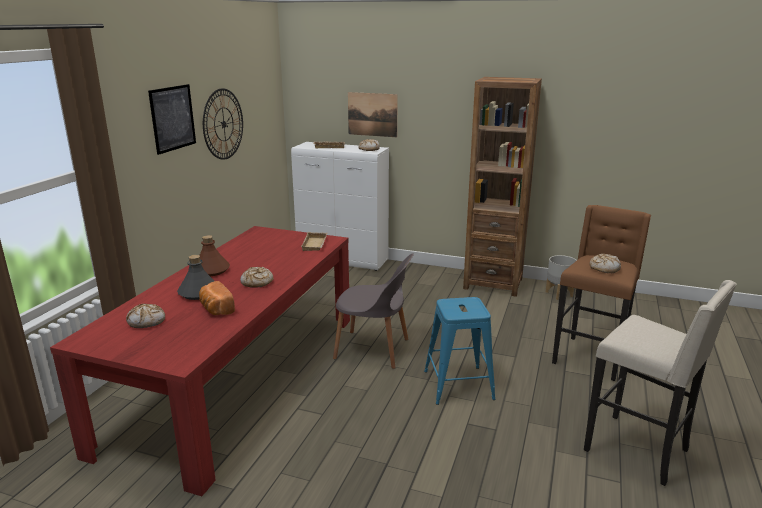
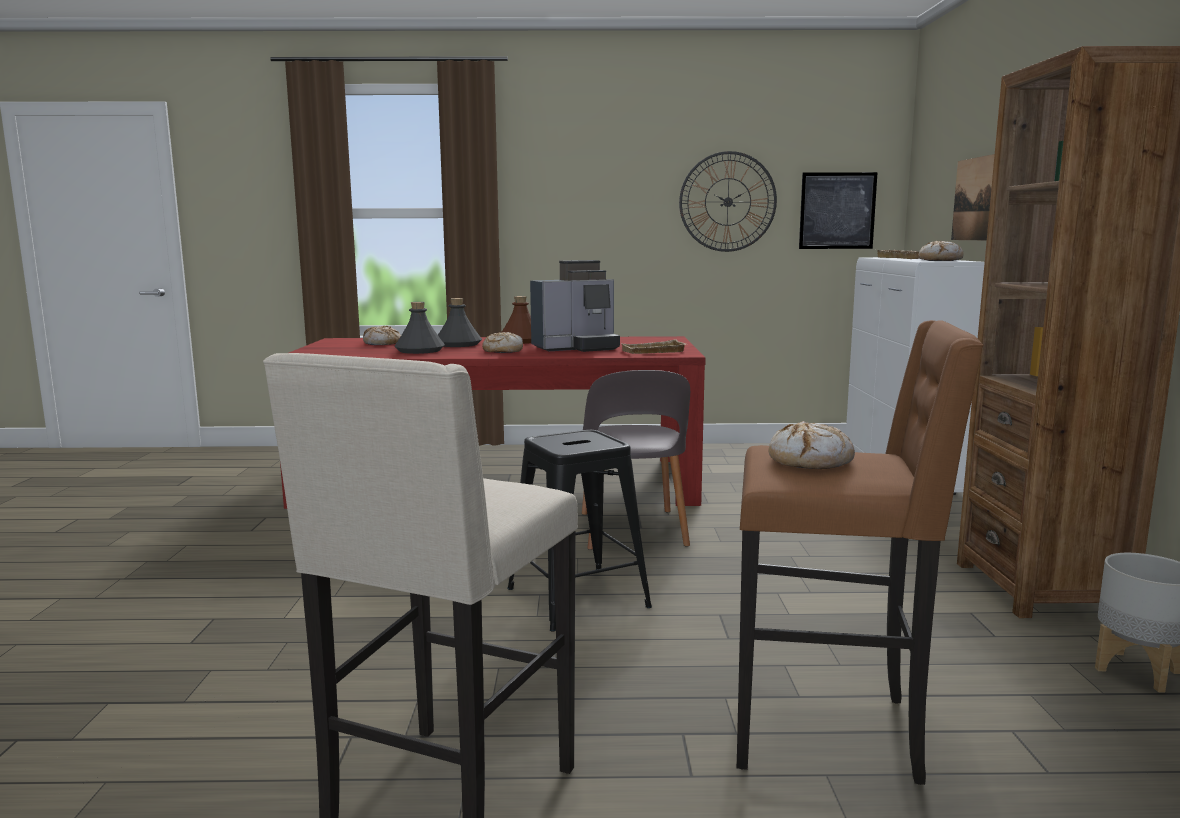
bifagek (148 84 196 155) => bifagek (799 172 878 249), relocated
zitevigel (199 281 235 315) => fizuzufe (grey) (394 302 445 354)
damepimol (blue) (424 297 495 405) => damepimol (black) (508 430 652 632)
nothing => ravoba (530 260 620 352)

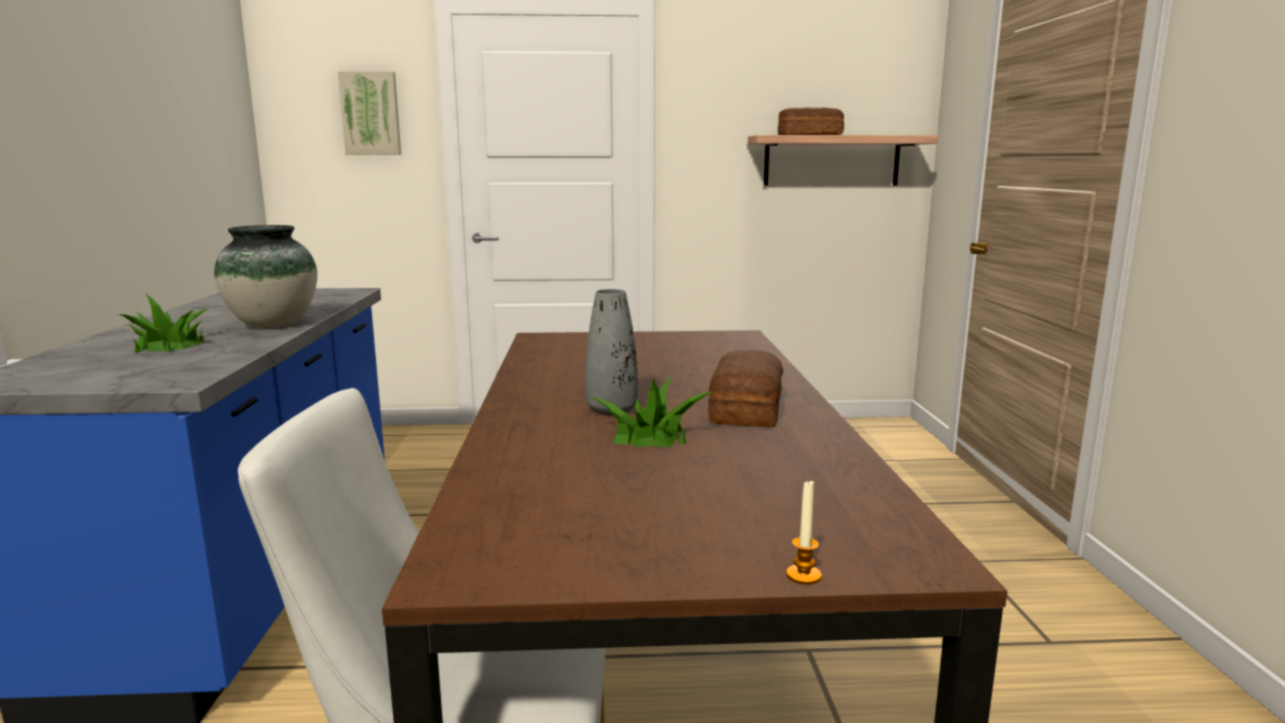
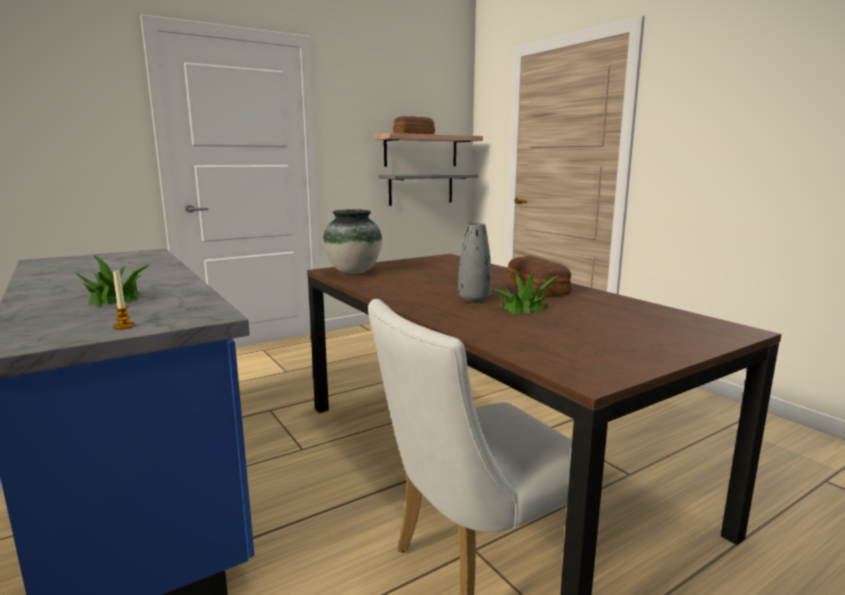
bifagek (338 71 401 155) => nothing
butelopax (214 225 317 328) => butelopax (323 209 382 274), relocated
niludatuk (786 481 822 585) => niludatuk (113 270 135 330), relocated
nothing => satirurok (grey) (379 174 478 206)

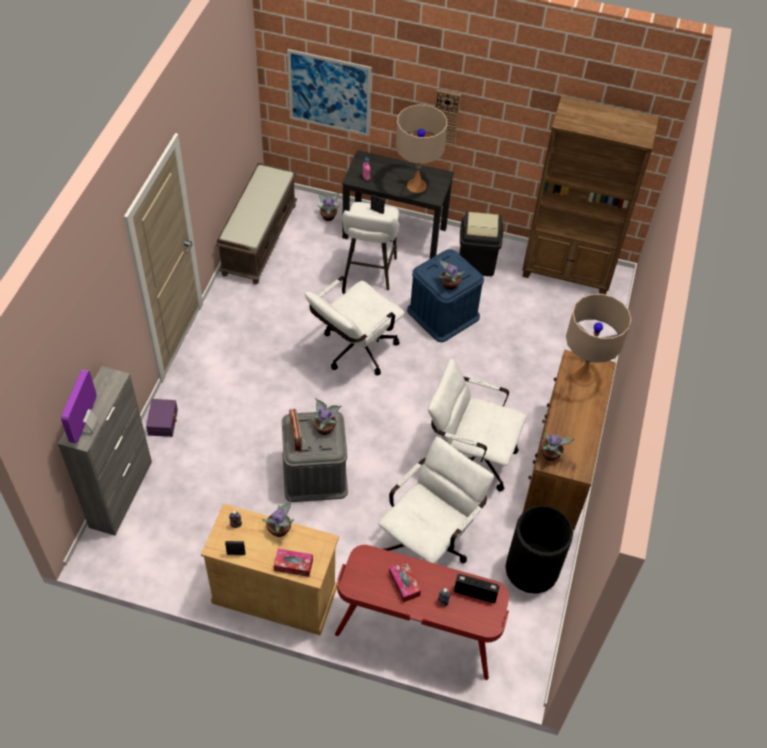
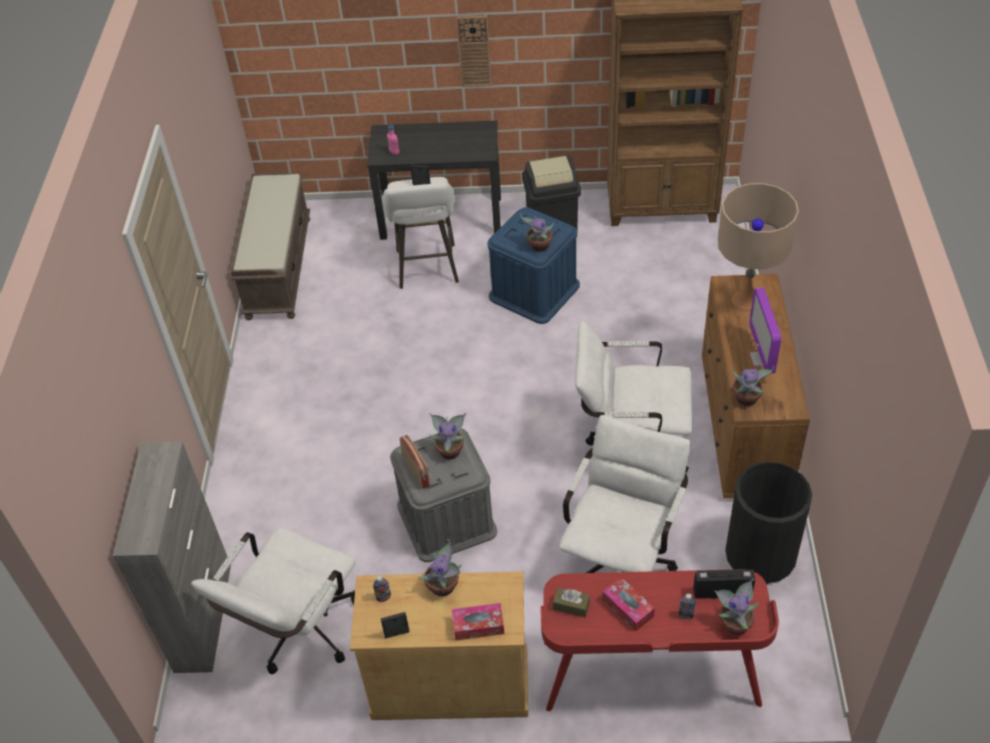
bifagek (287 49 372 136) => nothing
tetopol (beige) (396 104 447 193) => nothing
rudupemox (317 192 340 221) => rudupemox (714 579 759 635), relocated
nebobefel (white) (305 276 405 375) => nebobefel (white) (191 527 356 674), relocated
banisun (61 370 98 443) => banisun (749 287 781 373), relocated
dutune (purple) (146 399 178 437) => nothing
nothing => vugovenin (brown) (553 587 590 617)

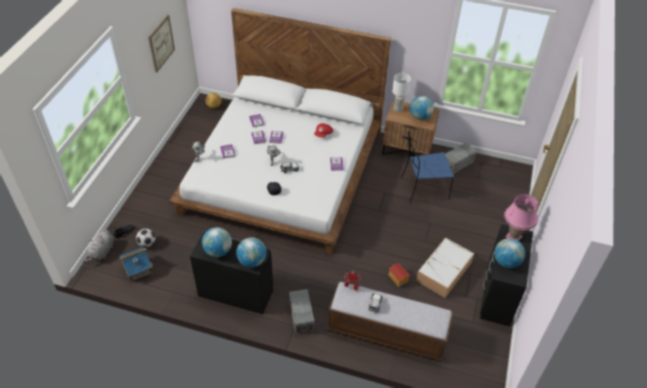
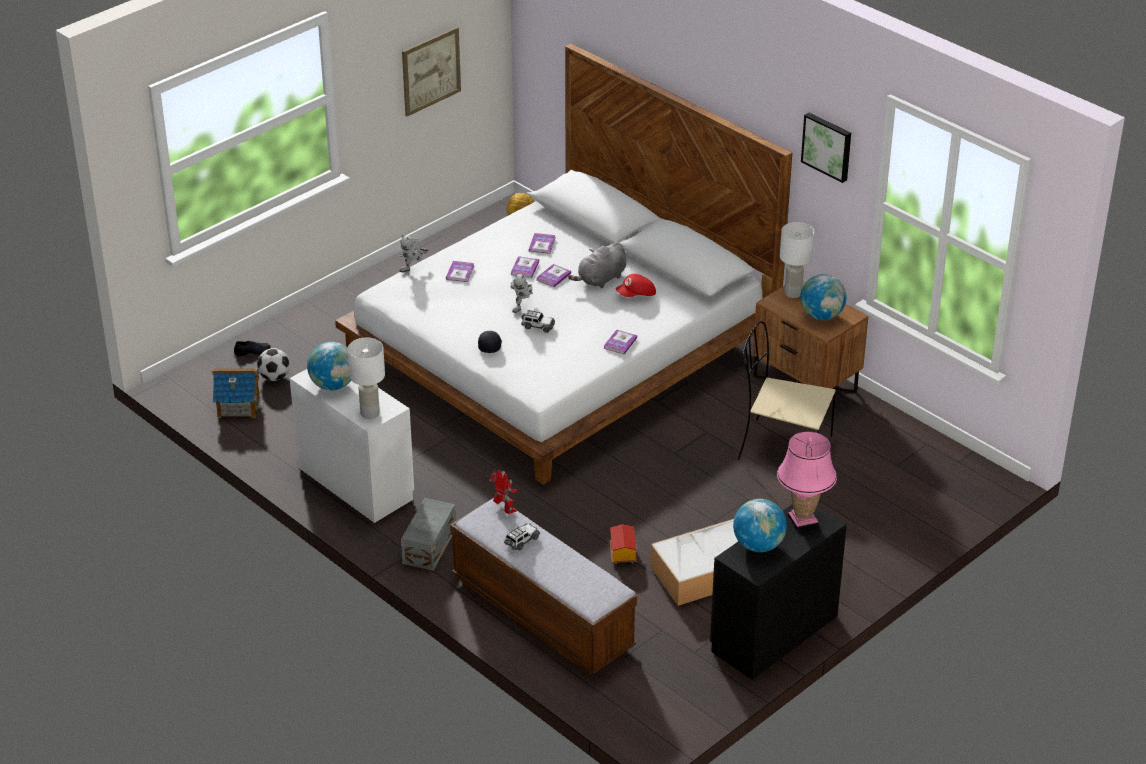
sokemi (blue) (402 131 454 202) => sokemi (beige) (738 321 835 460)
dutune (grey) (445 142 477 174) => nothing
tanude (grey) (83 229 114 263) => tanude (grey) (568 242 626 288), relocated
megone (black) (190 232 273 314) => megone (white) (290 369 414 523)
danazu (236 237 267 268) => tetopol (white) (348 338 385 419)
nothing => bifagek (801 113 851 183)

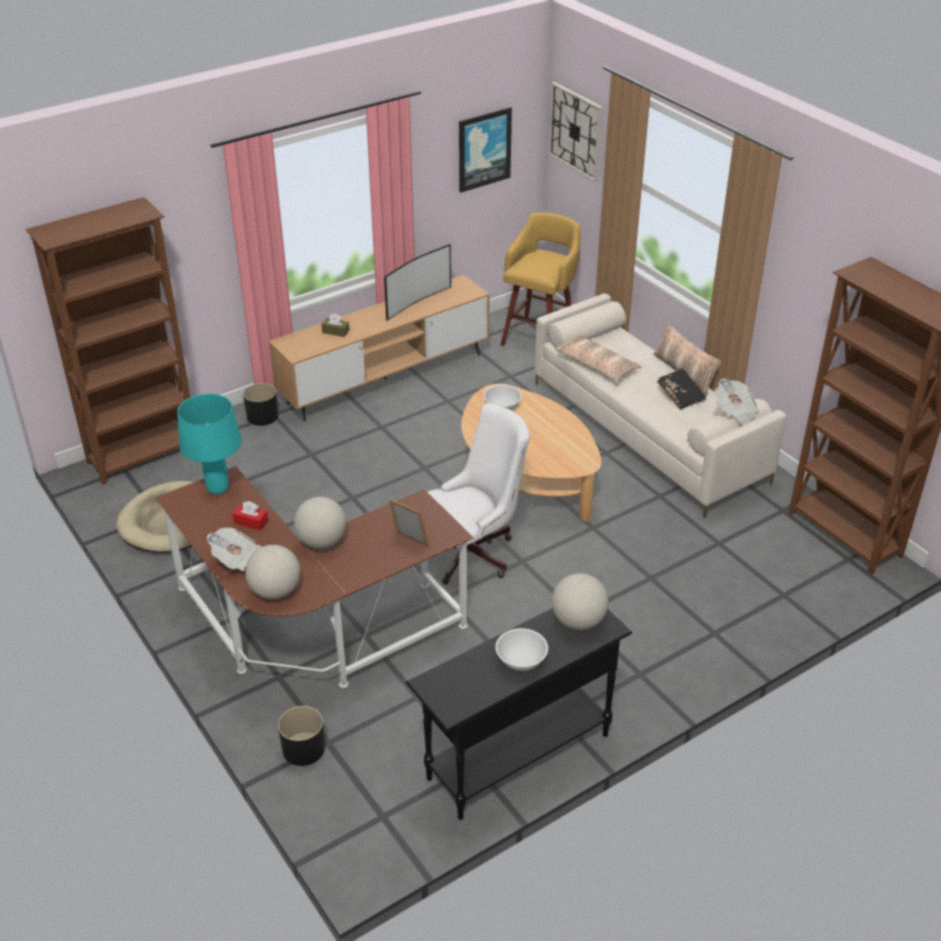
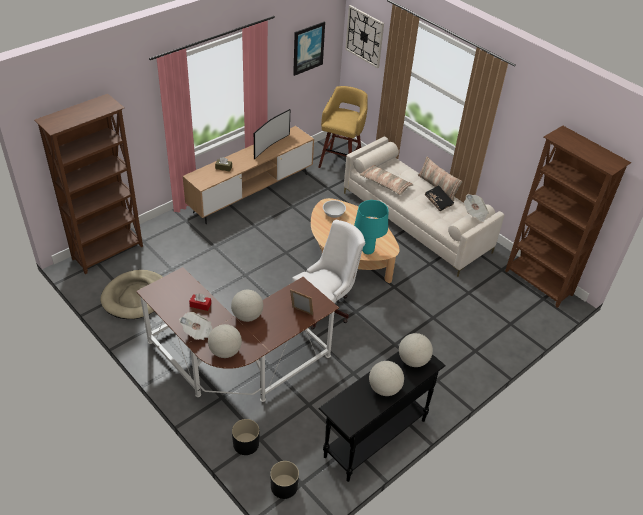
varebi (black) (243 383 278 426) => varebi (black) (270 461 299 499), relocated
tetopol (turquoise) (177 394 242 495) => tetopol (turquoise) (354 200 388 254), relocated
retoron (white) (495 628 548 671) => danazu (369 361 404 396)

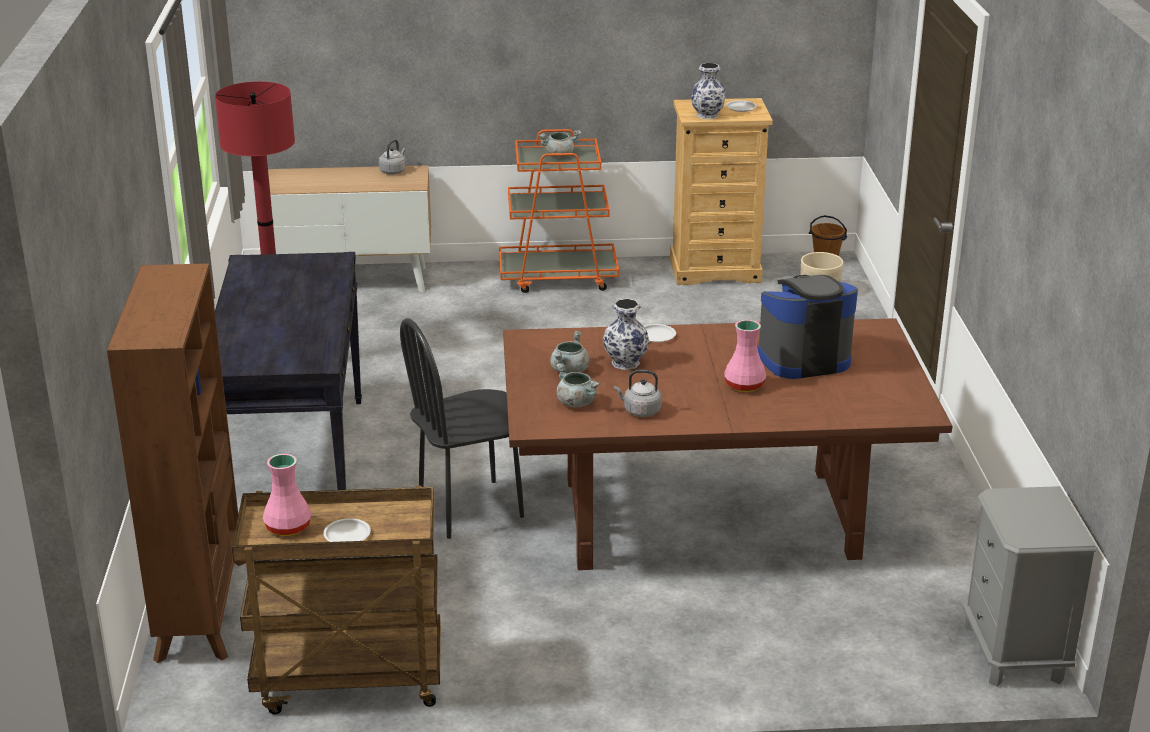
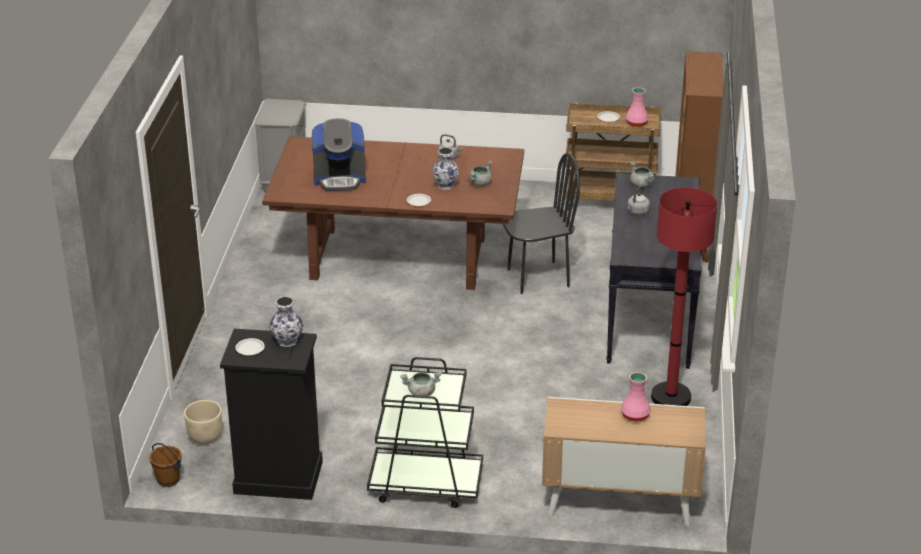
megone (beige) (670 98 773 285) => megone (black) (220 329 323 500)
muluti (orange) (499 129 619 293) => muluti (black) (367 357 483 508)
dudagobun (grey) (379 139 406 174) => dudagobun (grey) (627 186 650 215), relocated
butelopax (pink) (724 320 766 392) => butelopax (pink) (621 372 651 422), relocated
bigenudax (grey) (556 363 600 407) => bigenudax (grey) (630 162 654 187), relocated

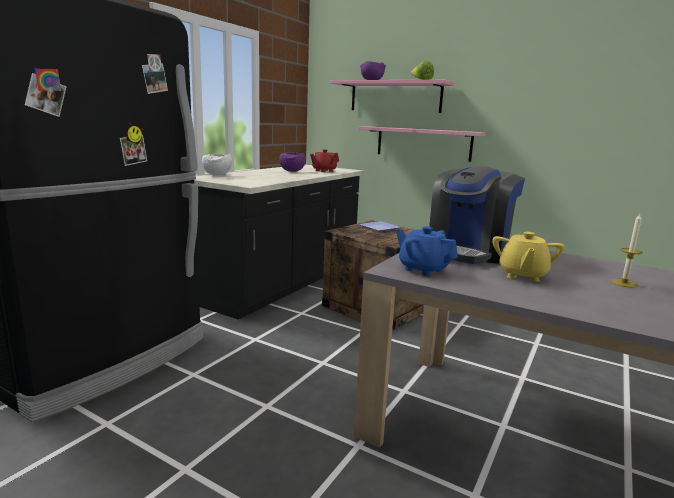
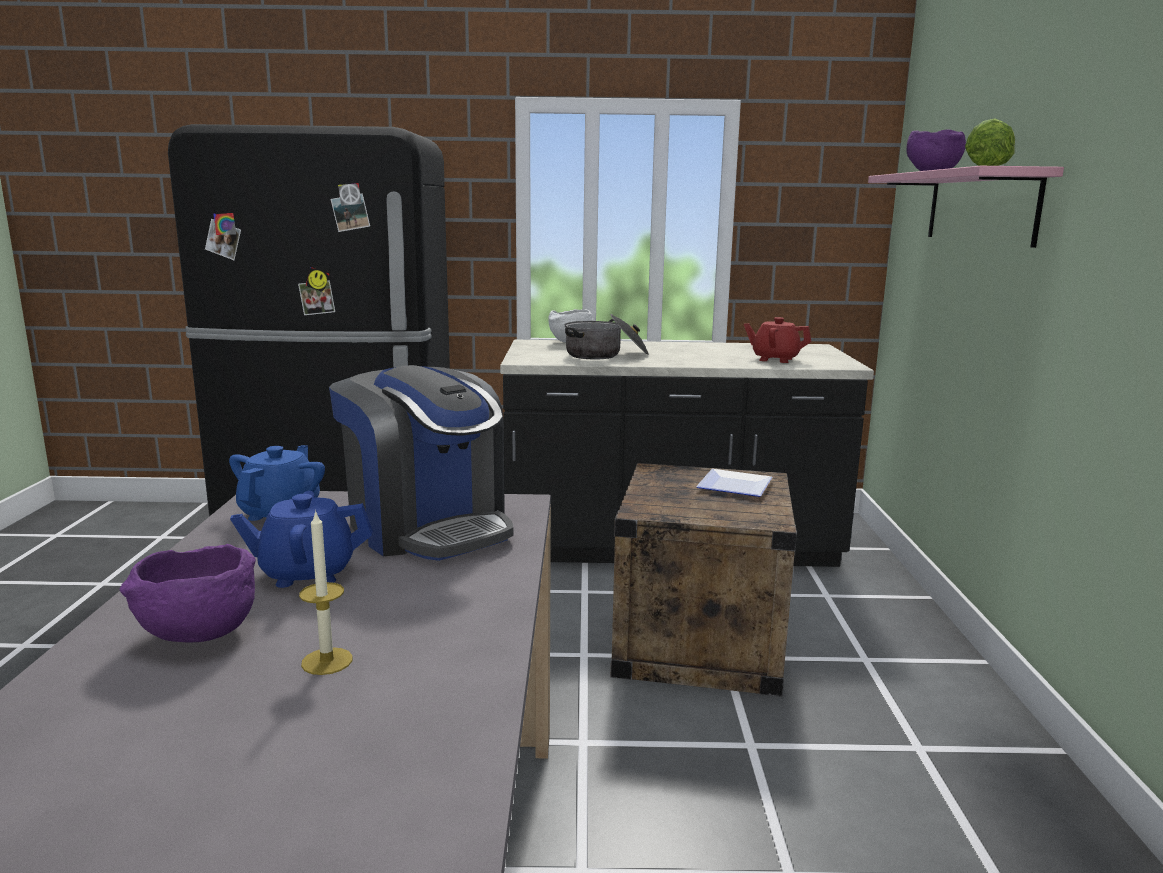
satirurok (pink) (358 126 486 162) => nothing
retoron (purple) (279 152 306 172) => retoron (purple) (120 544 256 643), relocated
ravoba (429 166 525 264) => ravoba (329 365 514 561), 135 degrees counterclockwise
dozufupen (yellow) (492 232 565 282) => dozufupen (blue) (230 491 373 588)
nothing => bigenudax (565 314 649 359)

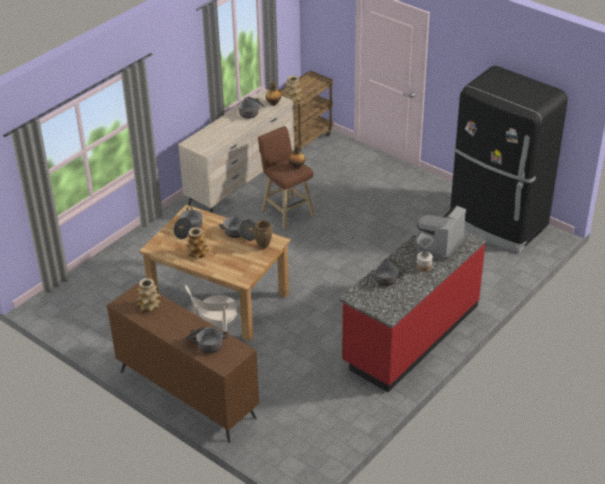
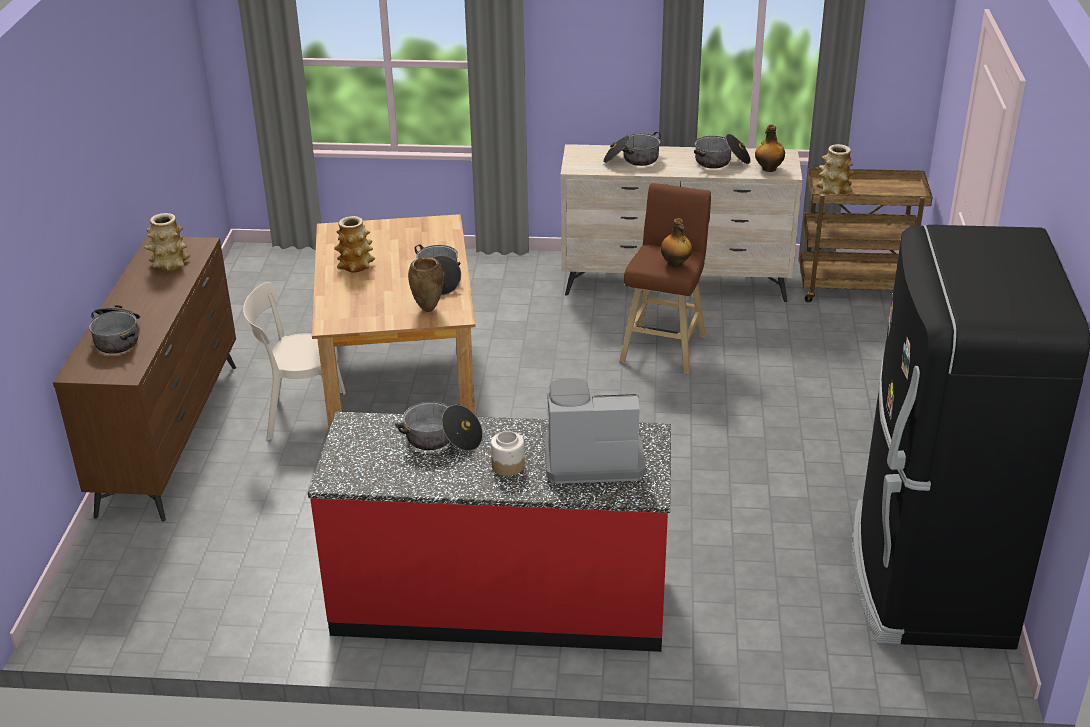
bigenudax (174 207 202 239) => bigenudax (603 132 661 166), relocated

